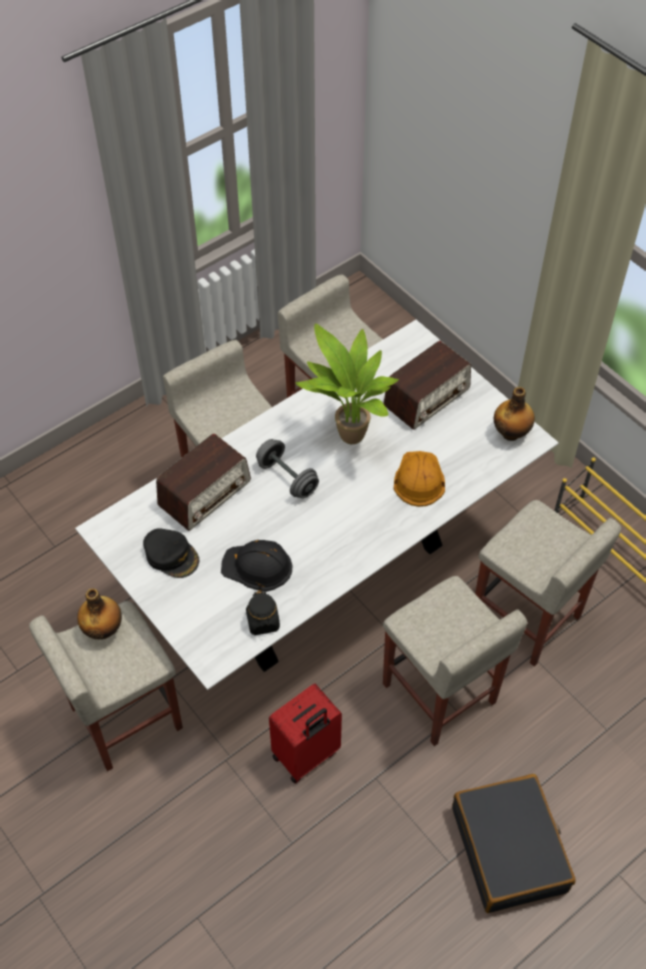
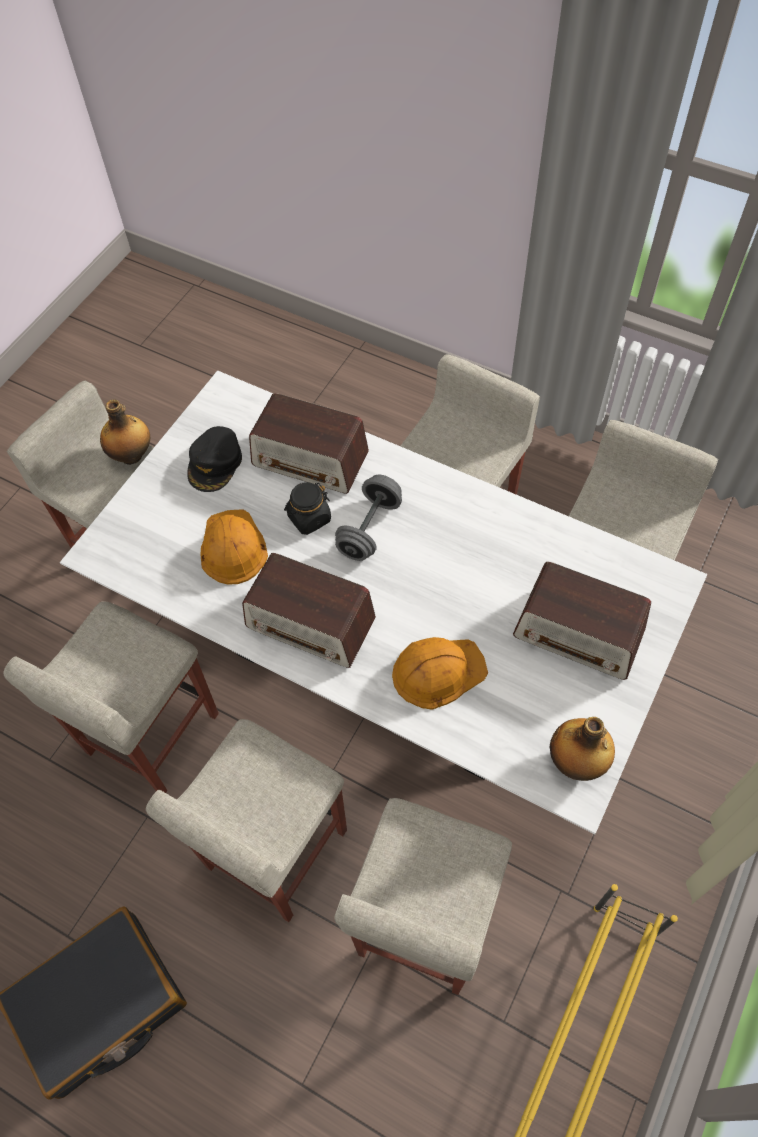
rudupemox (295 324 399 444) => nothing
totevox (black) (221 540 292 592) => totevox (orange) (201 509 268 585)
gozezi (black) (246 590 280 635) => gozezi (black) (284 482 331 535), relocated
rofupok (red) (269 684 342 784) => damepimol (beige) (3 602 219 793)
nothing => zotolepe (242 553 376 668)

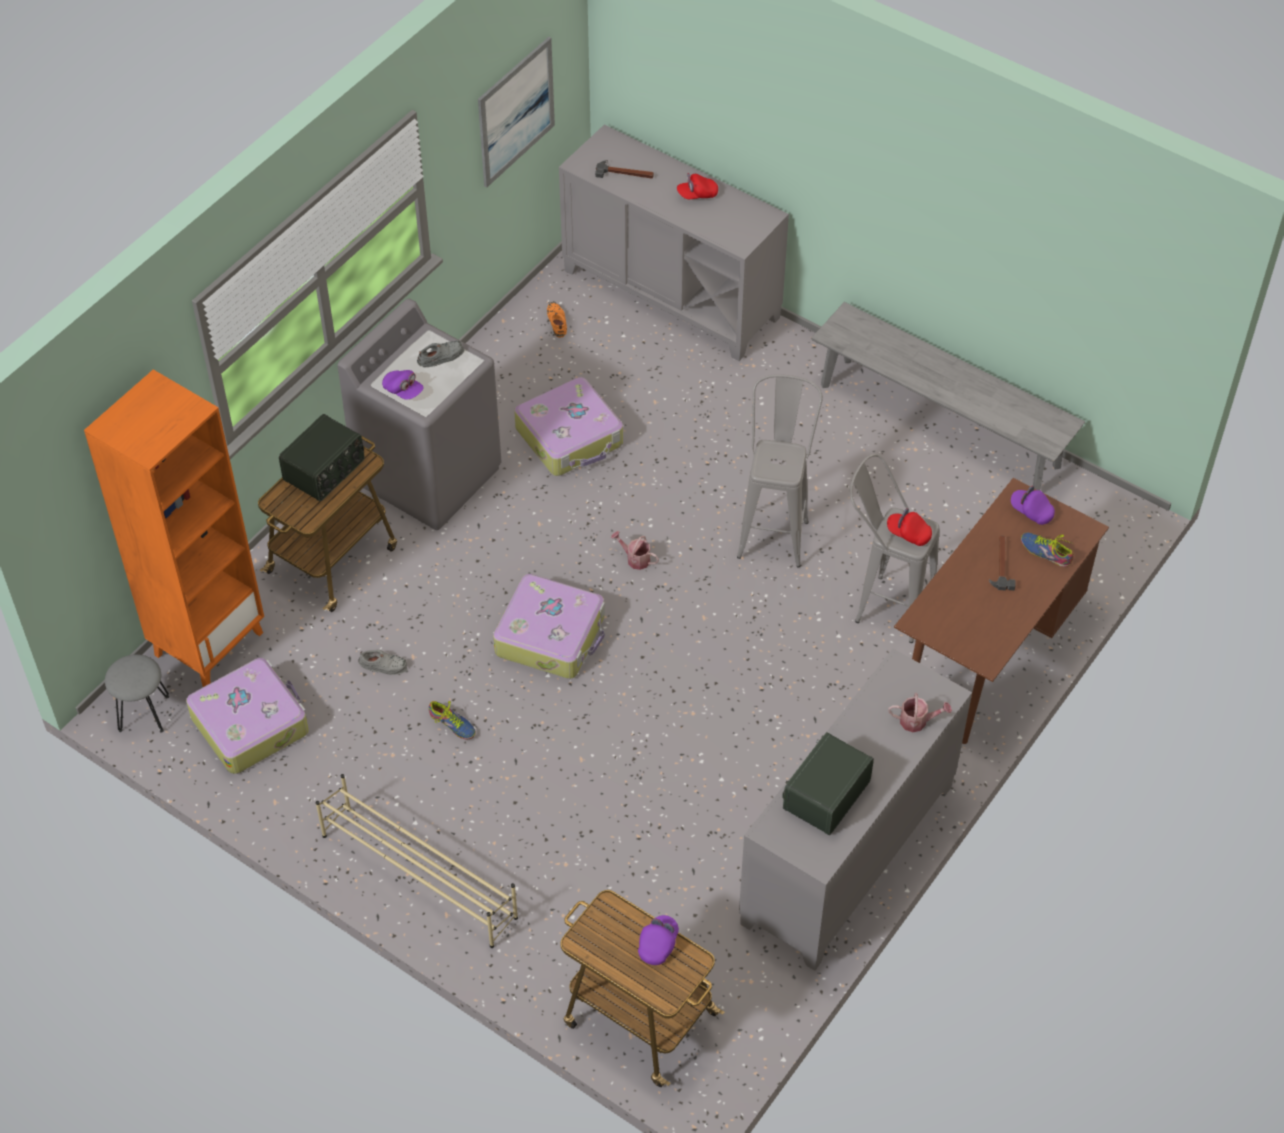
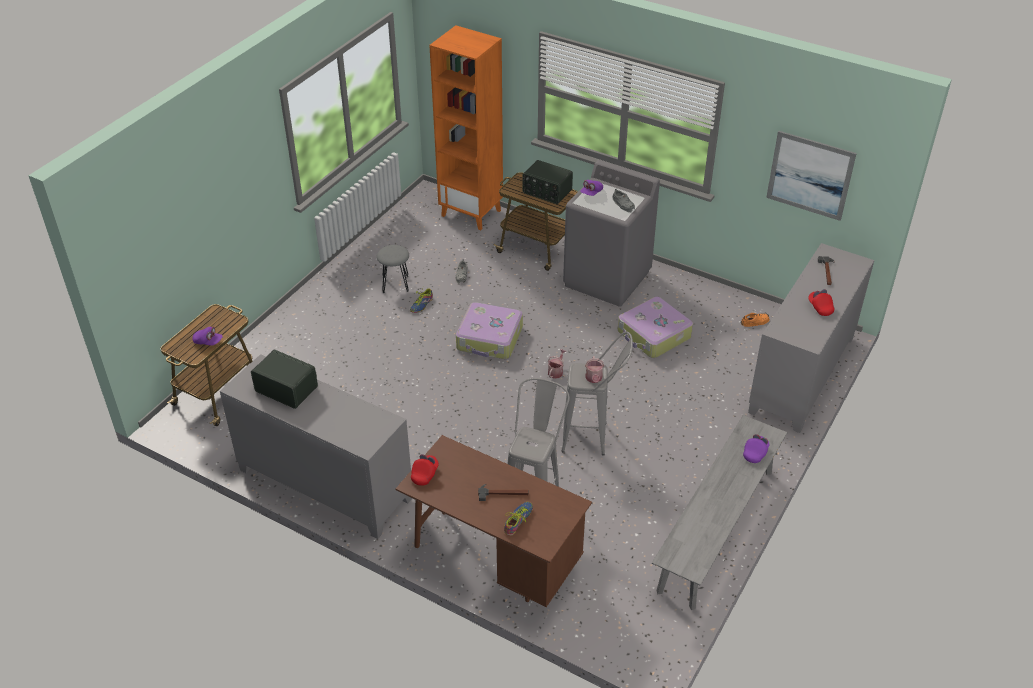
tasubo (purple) (1011 486 1055 525) => tasubo (purple) (743 434 769 463), relocated
tasubo (red) (887 508 932 546) => tasubo (red) (411 454 439 486), relocated
damepimol (grey) (105 654 169 732) => damepimol (grey) (377 245 409 293), relocated
rofupok (186 658 309 774) => nothing
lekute (888 693 952 732) => lekute (585 356 604 383), relocated
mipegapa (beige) (316 774 518 948) => nothing

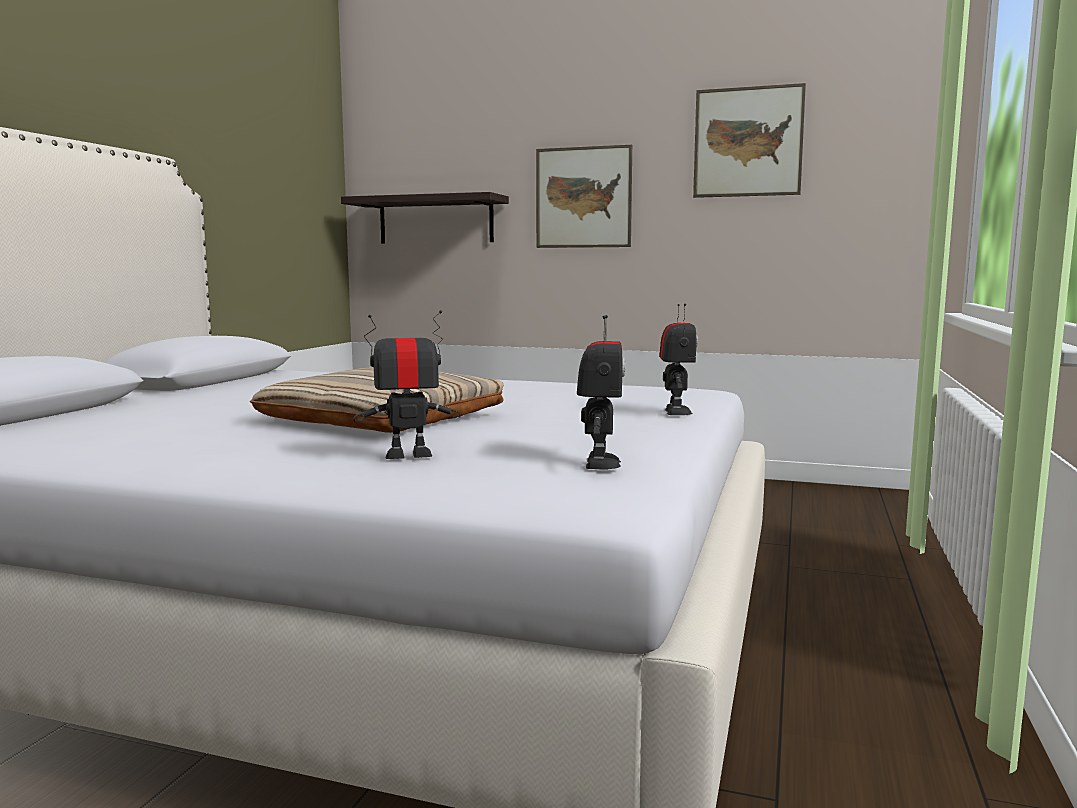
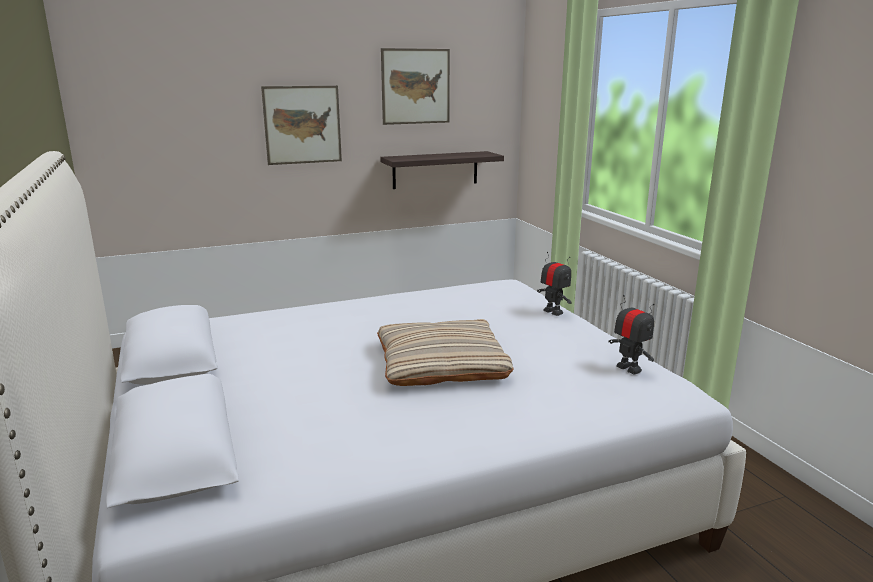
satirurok (341 192 509 243) => satirurok (380 151 504 189), relocated
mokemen (354 310 460 459) => nothing

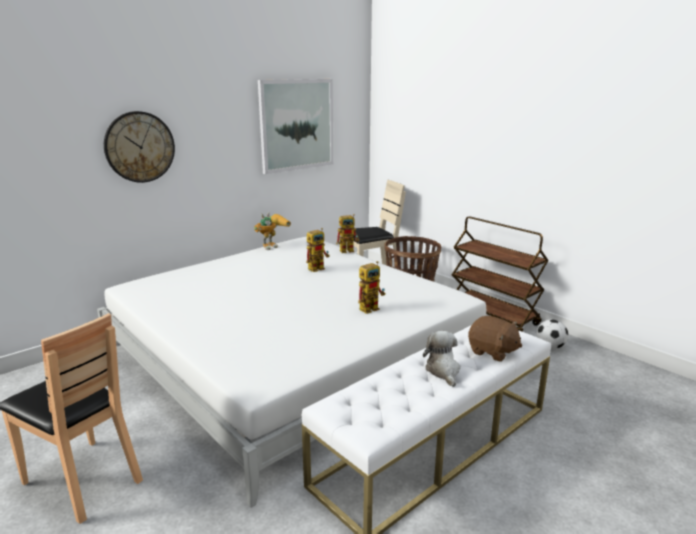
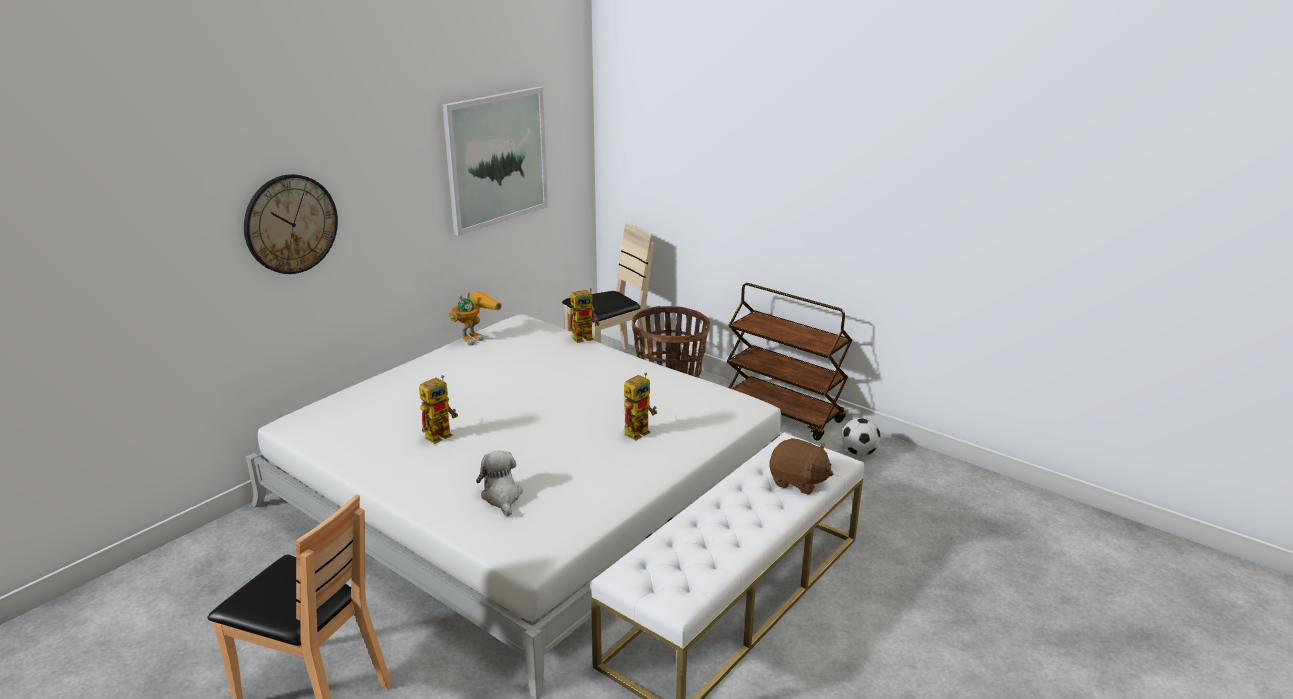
mokemen (306 228 330 272) => mokemen (419 375 458 444), relocated
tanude (423 331 460 387) => tanude (476 451 523 516), relocated

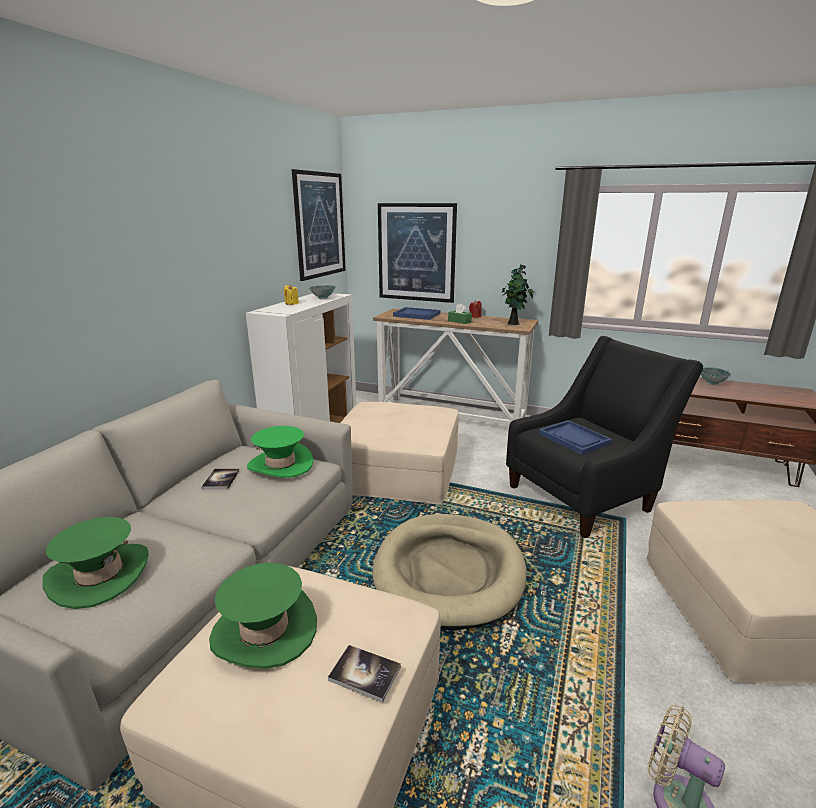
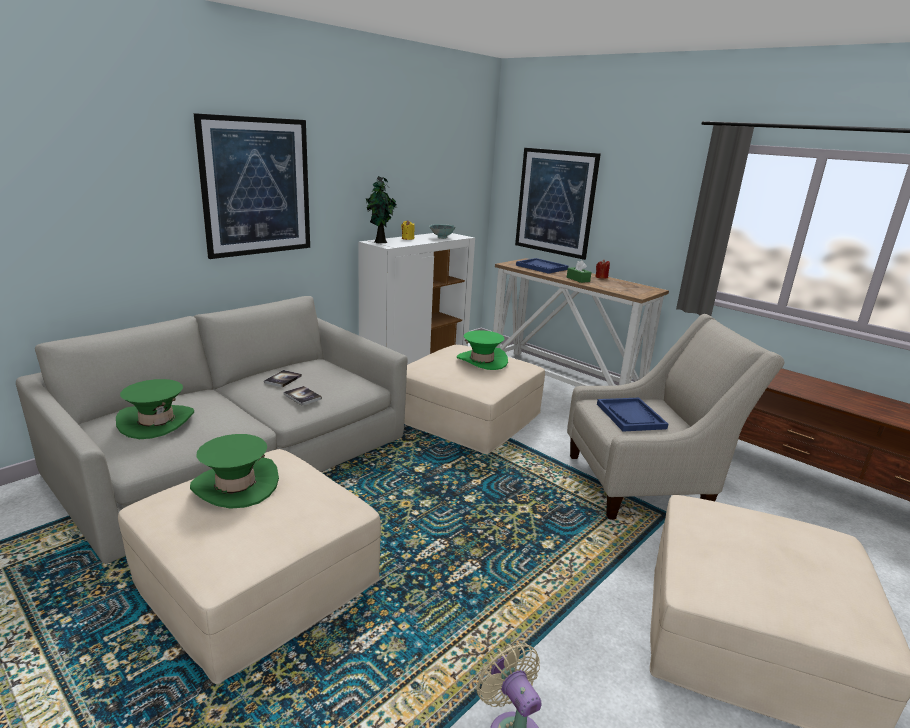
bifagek (292 169 346 281) => bifagek (194 113 310 259), relocated
rudupemox (502 264 534 325) => rudupemox (366 176 397 243), relocated
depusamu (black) (506 336 703 538) => depusamu (beige) (567 314 785 519)
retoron (701 367 732 385) => nothing
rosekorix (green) (247 426 313 478) => rosekorix (green) (457 330 508 370), relocated
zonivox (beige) (372 514 527 630) => nothing
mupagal (328 645 401 703) => mupagal (284 386 322 406), relocated

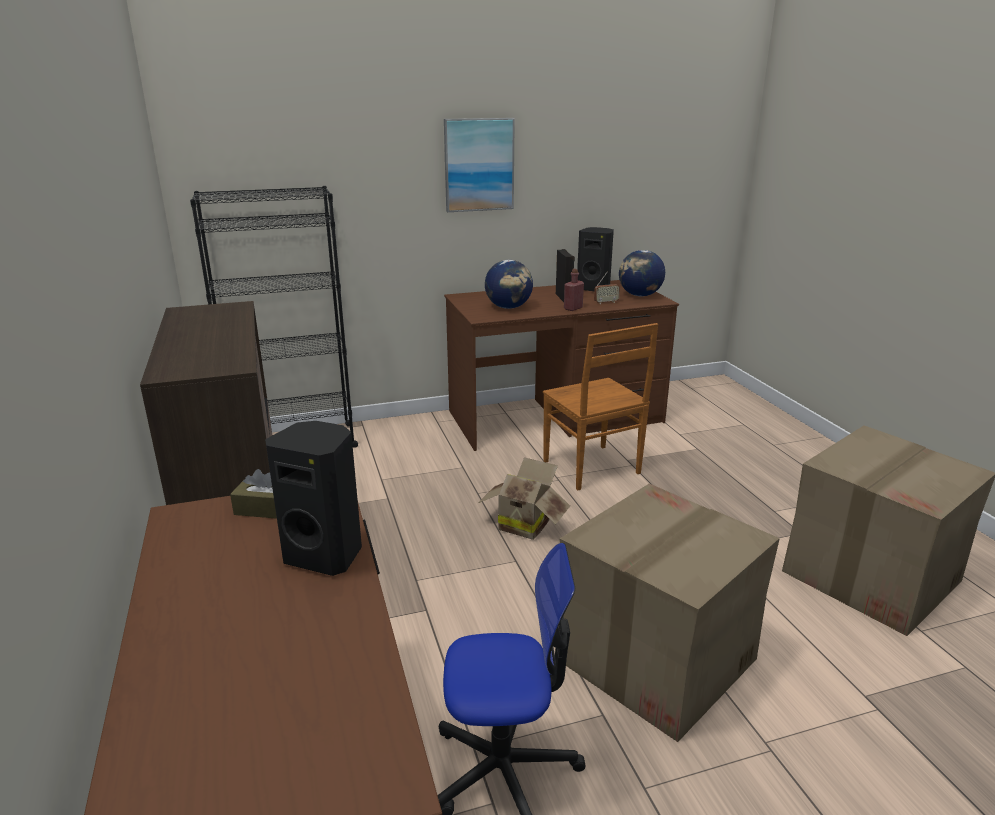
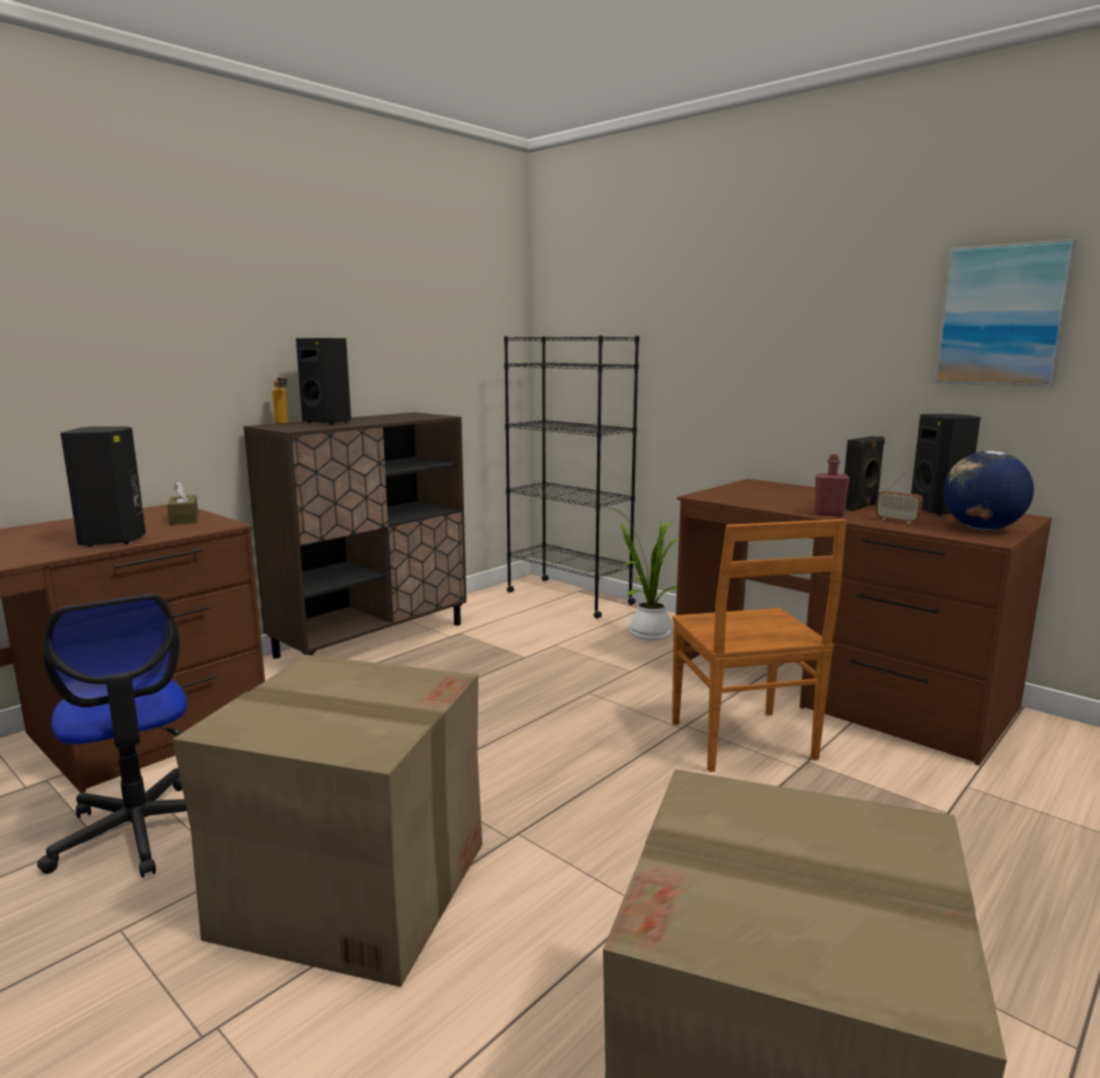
bifagek (444 118 515 212) => bifagek (934 239 1077 387), relocated
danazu (485 260 533 309) => nothing
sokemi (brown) (543 323 658 490) => sokemi (brown) (672 519 847 772), 45 degrees counterclockwise
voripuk (478 457 570 540) => nothing
nothing => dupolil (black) (296 338 351 425)
nothing => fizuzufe (272 371 288 424)
nothing => rudupemox (608 507 679 641)

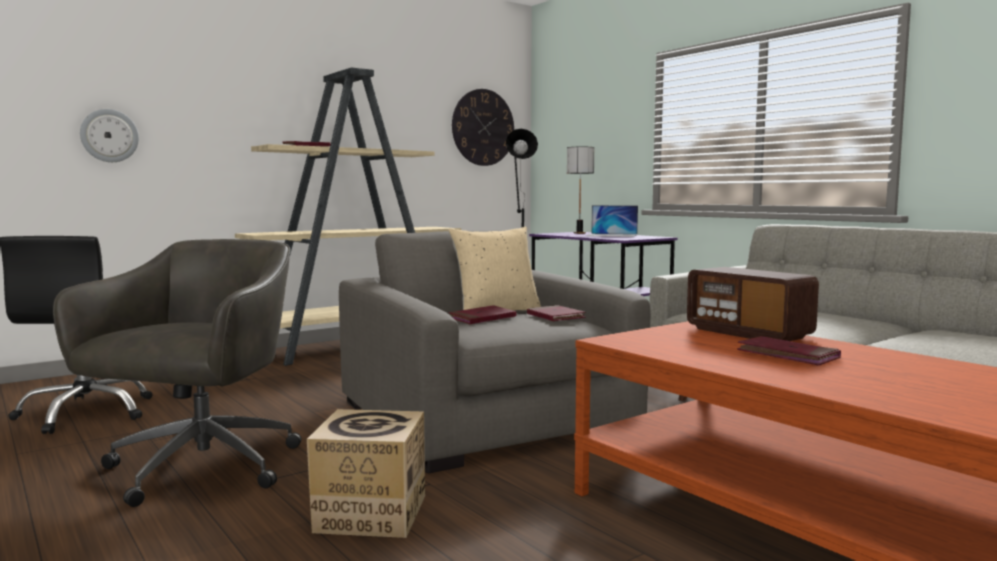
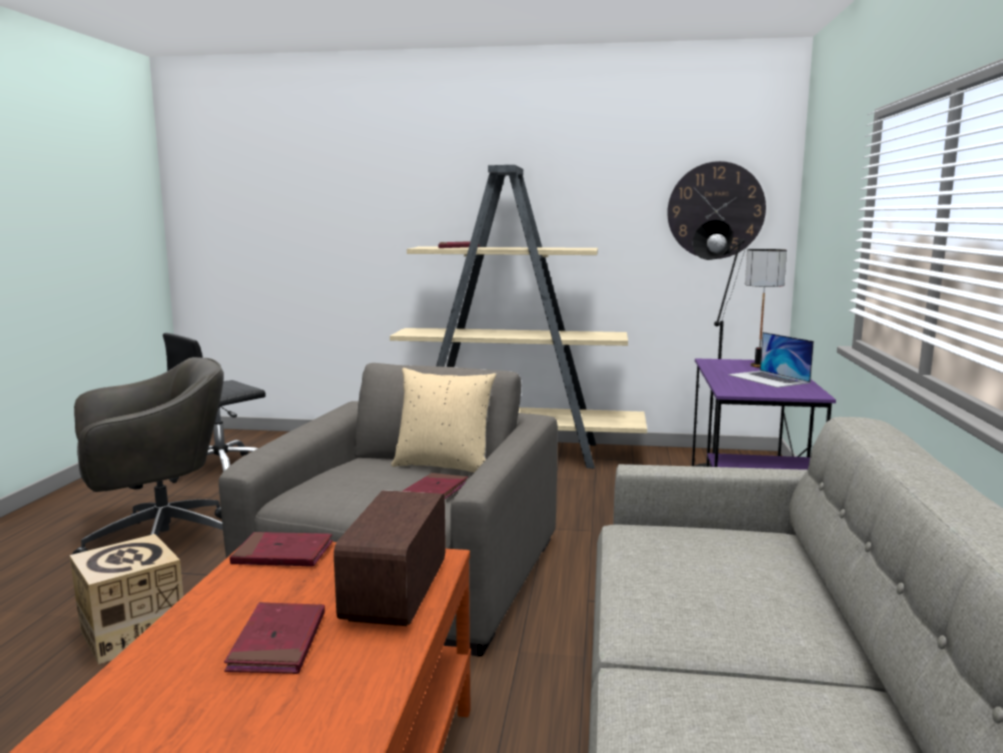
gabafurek (80 109 139 162) => nothing
mupagal (red) (449 305 516 324) => mupagal (red) (230 532 333 567), relocated

